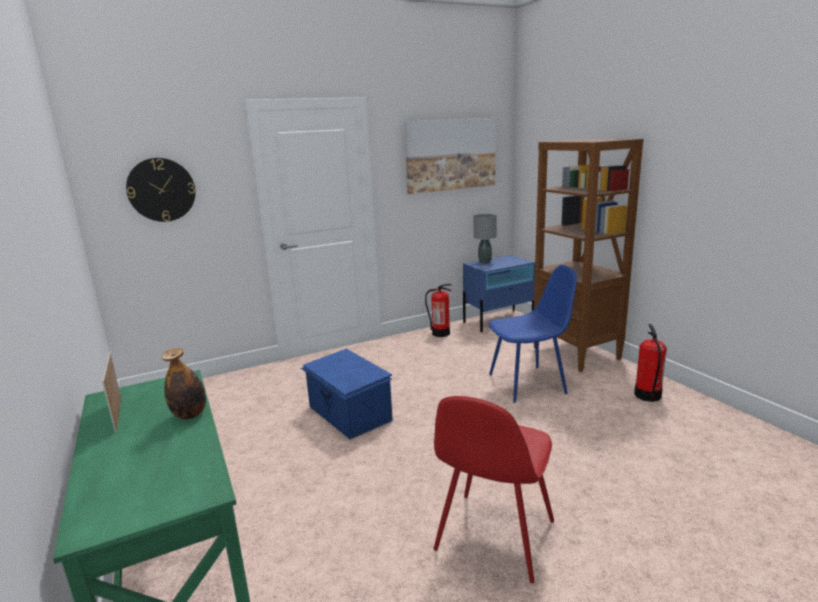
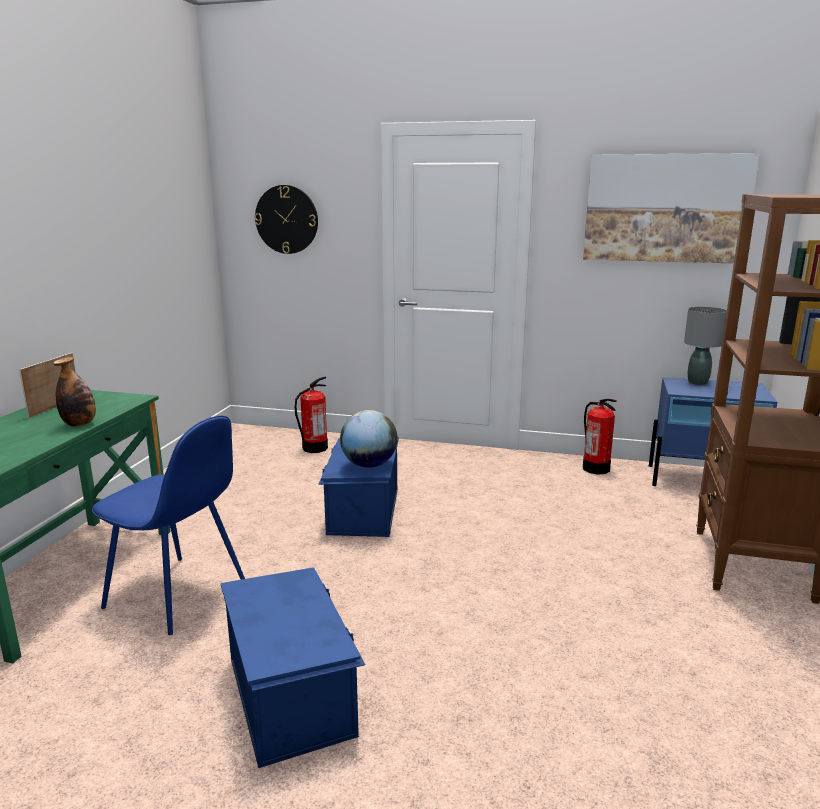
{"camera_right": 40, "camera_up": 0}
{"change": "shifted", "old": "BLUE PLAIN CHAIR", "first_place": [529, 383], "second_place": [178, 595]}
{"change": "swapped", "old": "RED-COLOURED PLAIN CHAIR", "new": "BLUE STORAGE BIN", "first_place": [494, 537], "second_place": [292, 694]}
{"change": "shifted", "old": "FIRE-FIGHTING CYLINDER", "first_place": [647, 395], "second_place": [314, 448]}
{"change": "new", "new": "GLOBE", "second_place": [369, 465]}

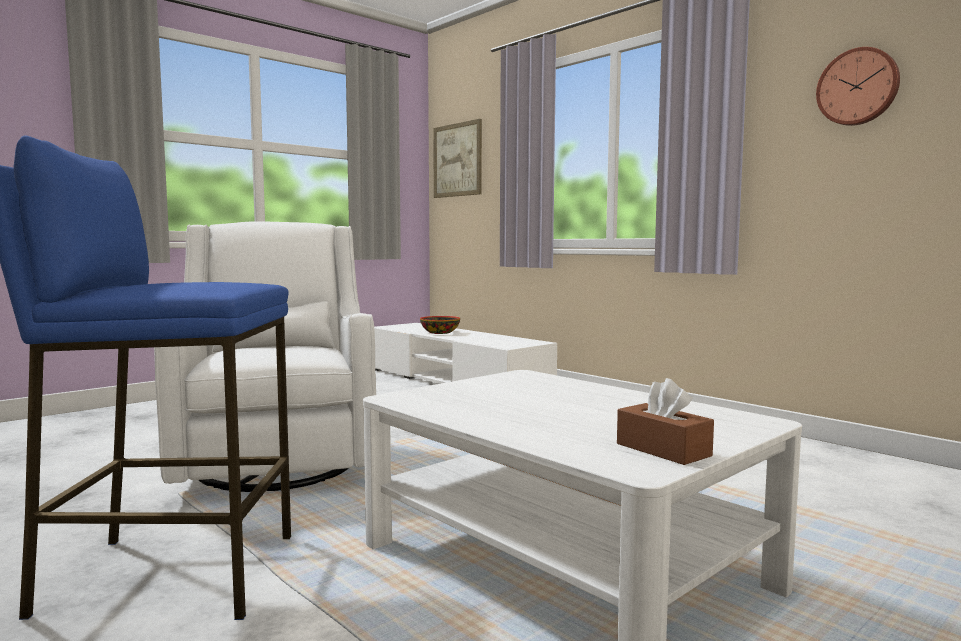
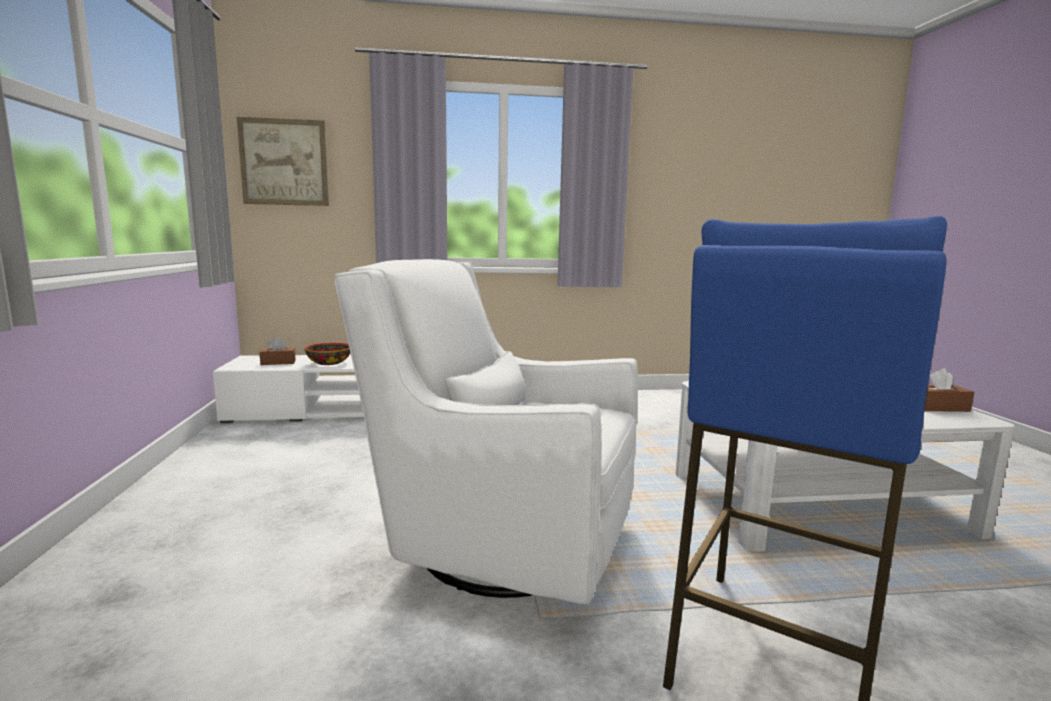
{"camera_right": -55, "camera_up": 5}
{"change": "new", "new": "BROWN-COLOURED TISSUE HOLDER", "second_place": [278, 362]}
{"change": "gone", "old": "HANGING CLOCK", "first_place": [858, 87]}

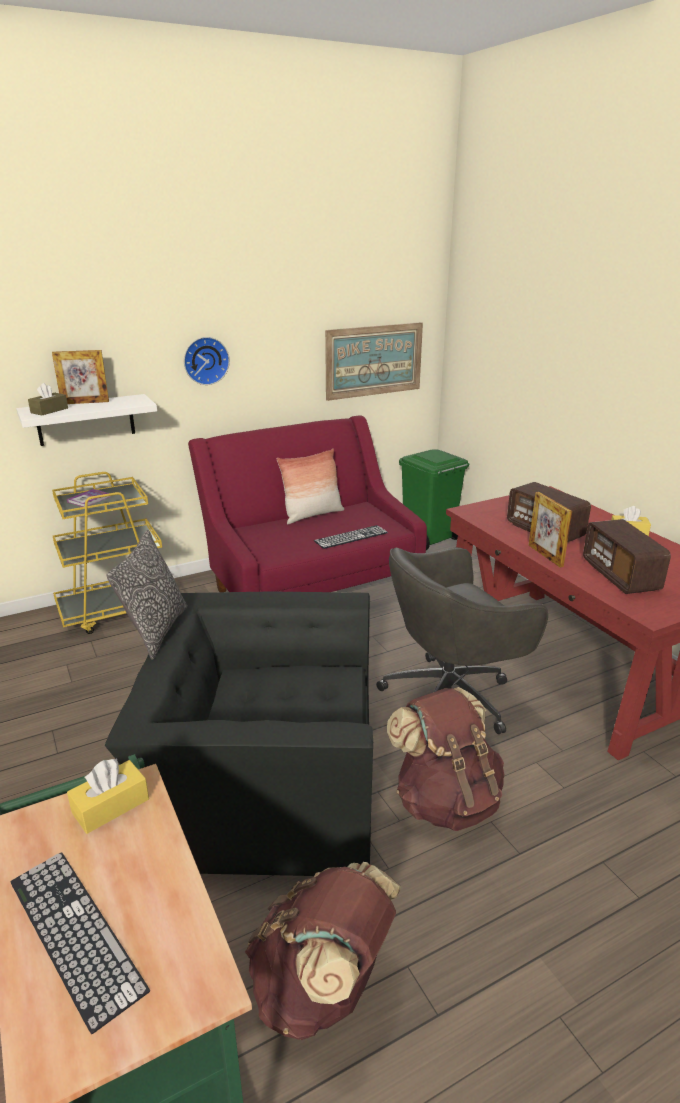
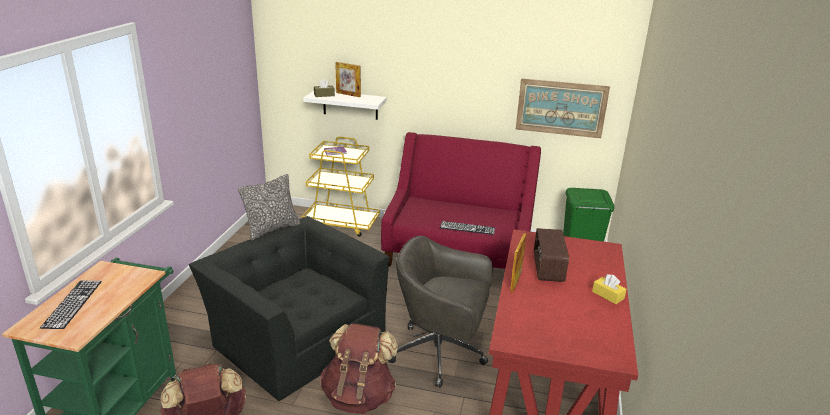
{"camera_right": 40, "camera_up": 0}
{"change": "gone", "old": "YELLOW TISSUE HOLDER", "first_place": [111, 806]}
{"change": "gone", "old": "HANGING CLOCK", "first_place": [205, 360]}
{"change": "gone", "old": "CUSHION", "first_place": [312, 515]}
{"change": "gone", "old": "RADIO RECEIVER", "first_place": [620, 576]}

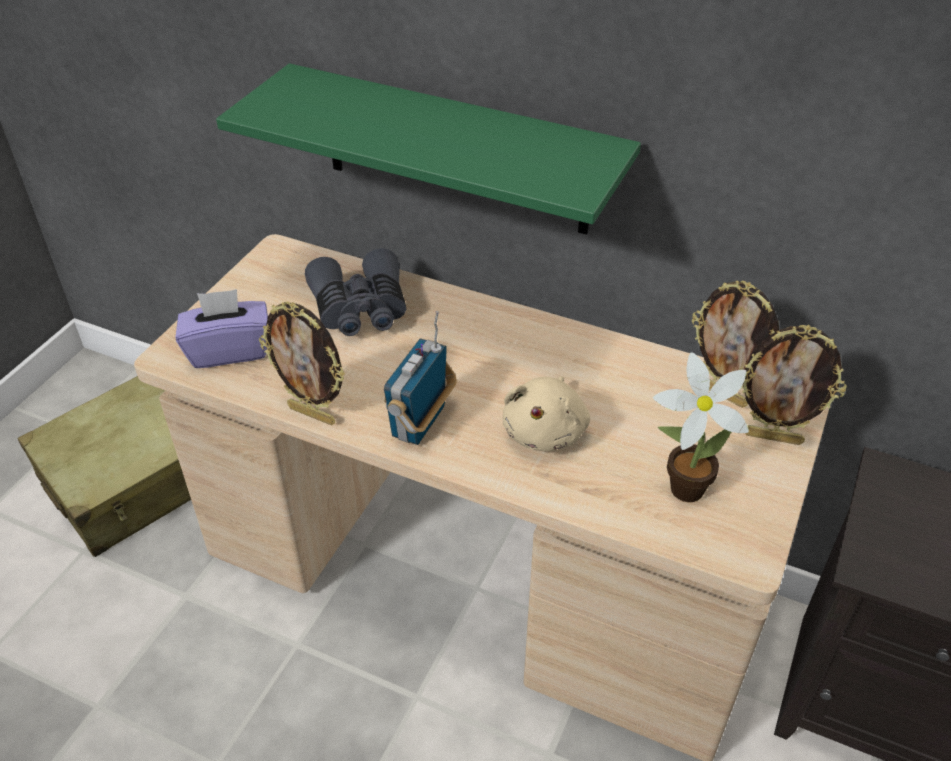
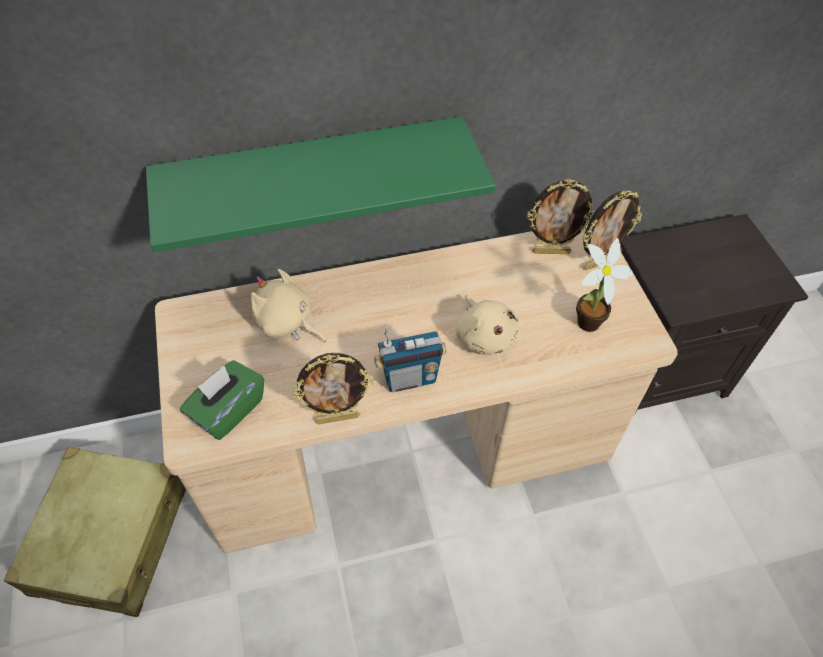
{"camera_right": -40, "camera_up": 10}
{"change": "repainted", "old": "PURPLISH TISSUE HOLDER", "new": "GREEN-COLOURED TISSUE HOLDER", "first_place": [229, 350], "second_place": [228, 410]}
{"change": "swapped", "old": "GREY BINOCULARS", "new": "BEIGE CUDDLY TOY", "first_place": [360, 309], "second_place": [287, 323]}
{"change": "rotated", "old": "RADIO RECEIVER", "first_place": [420, 422], "second_place": [409, 378], "degrees": -90}

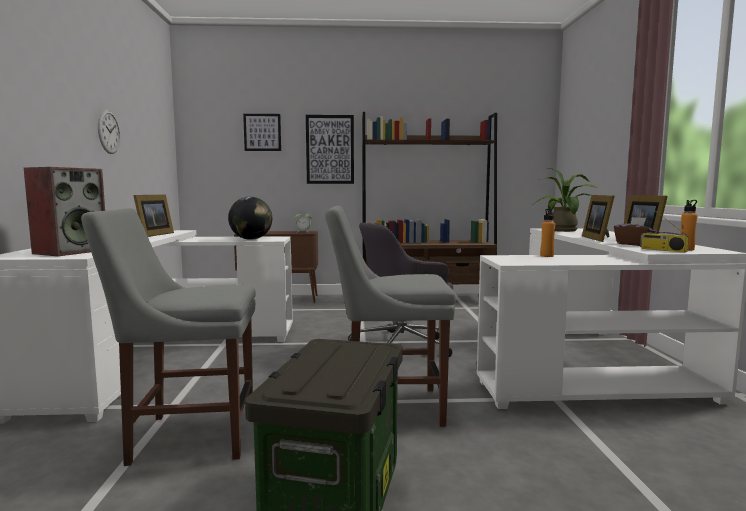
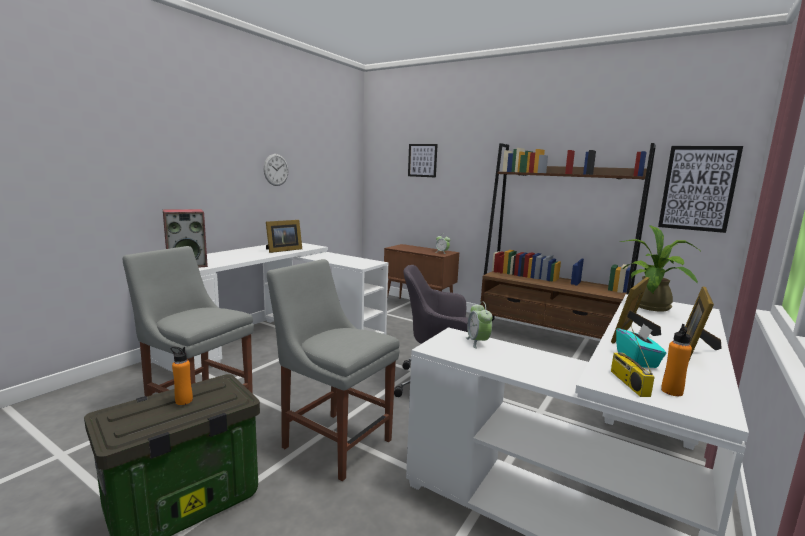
{"camera_right": 35, "camera_up": 5}
{"change": "shifted", "old": "ORANGE-COLOURED BEVERAGE BOTTLE", "first_place": [546, 256], "second_place": [184, 401]}
{"change": "new", "new": "BEDSIDE CLOCK", "second_place": [477, 342]}
{"change": "repainted", "old": "BROWN-COLOURED TISSUE HOLDER", "new": "TURQUOISE-COLOURED TISSUE HOLDER", "first_place": [635, 244], "second_place": [637, 360]}
{"change": "shifted", "old": "WALL ART", "first_place": [330, 149], "second_place": [698, 188]}
{"change": "gone", "old": "GLOBE", "first_place": [251, 239]}

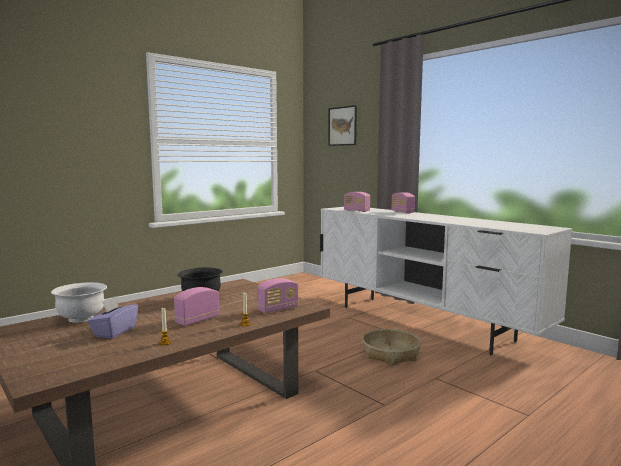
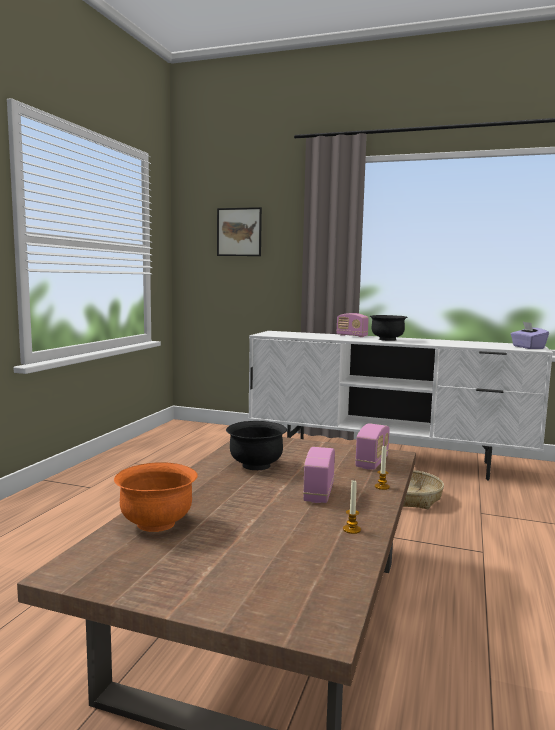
{"camera_right": -30, "camera_up": 0}
{"change": "repainted", "old": "WHITE-COLOURED BOWL", "new": "ORANGE-COLOURED BOWL", "first_place": [81, 318], "second_place": [157, 523]}
{"change": "new", "new": "BLACKISH BOWL", "second_place": [387, 339]}
{"change": "shifted", "old": "PURPLISH TISSUE HOLDER", "first_place": [114, 331], "second_place": [527, 347]}
{"change": "gone", "old": "RADIO RECEIVER", "first_place": [356, 211]}

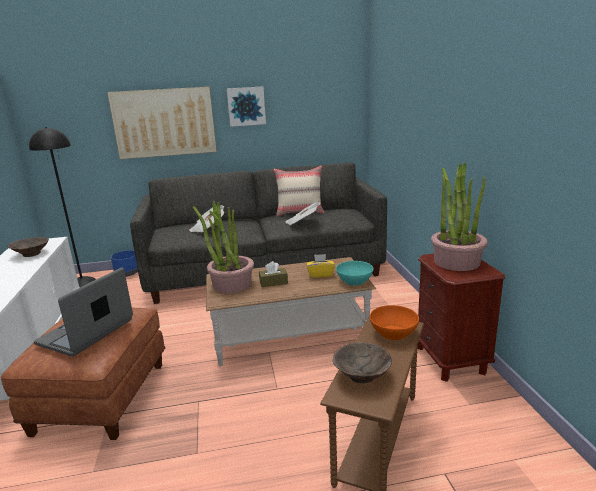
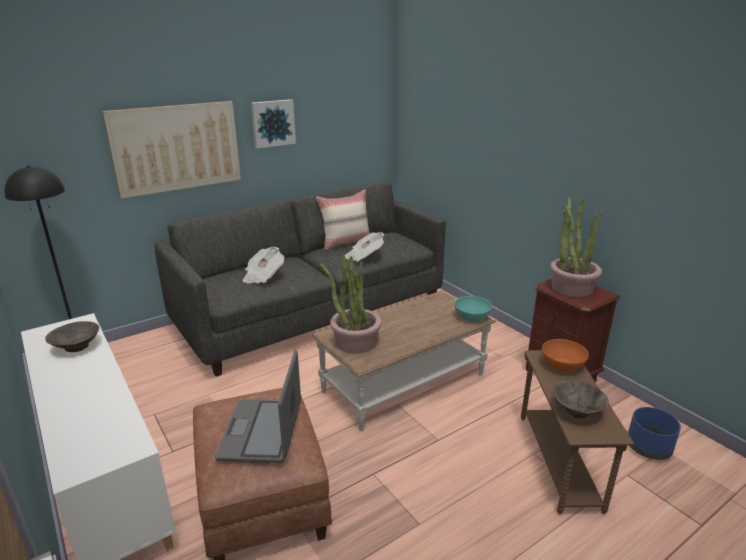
{"camera_right": -25, "camera_up": 5}
{"change": "shifted", "old": "BLUE PLANT POT", "first_place": [128, 273], "second_place": [648, 447]}
{"change": "gone", "old": "BROWN-COLOURED TISSUE HOLDER", "first_place": [273, 282]}
{"change": "gone", "old": "YELLOW TISSUE HOLDER", "first_place": [320, 274]}

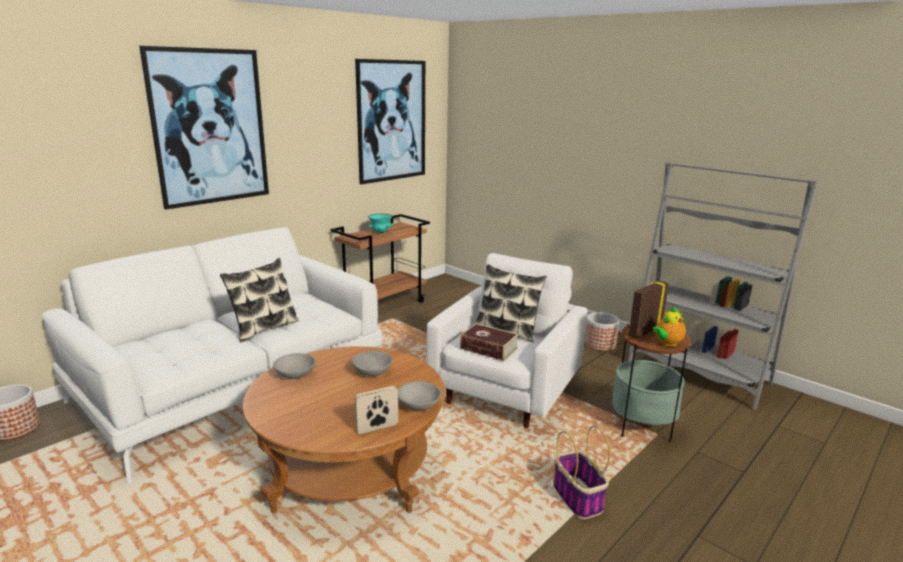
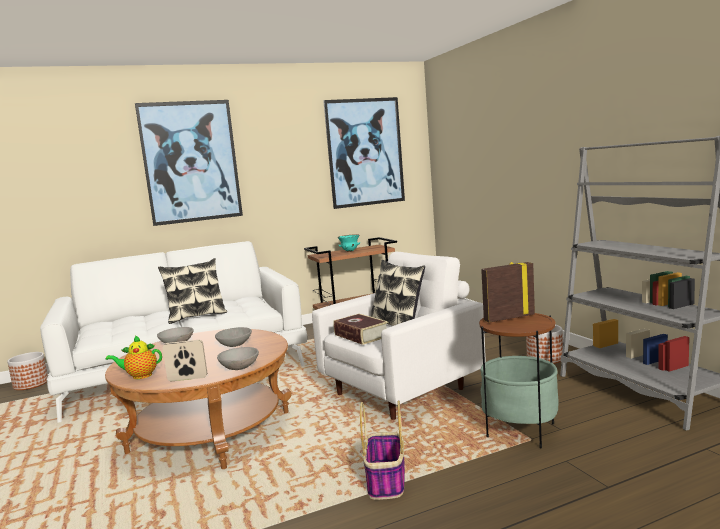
{"camera_right": 25, "camera_up": -10}
{"change": "shifted", "old": "TEA POT", "first_place": [667, 343], "second_place": [140, 376]}

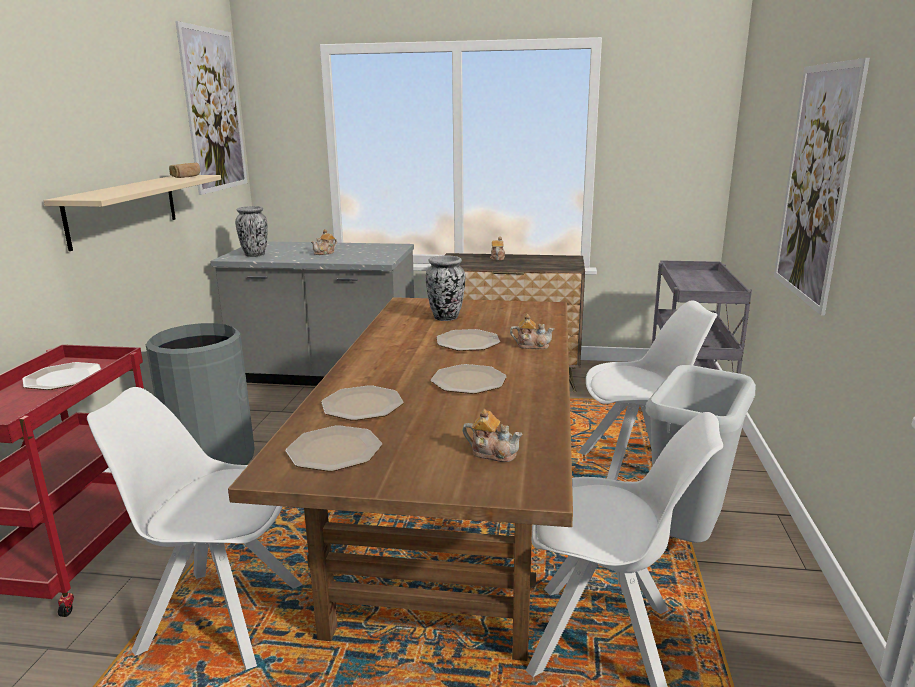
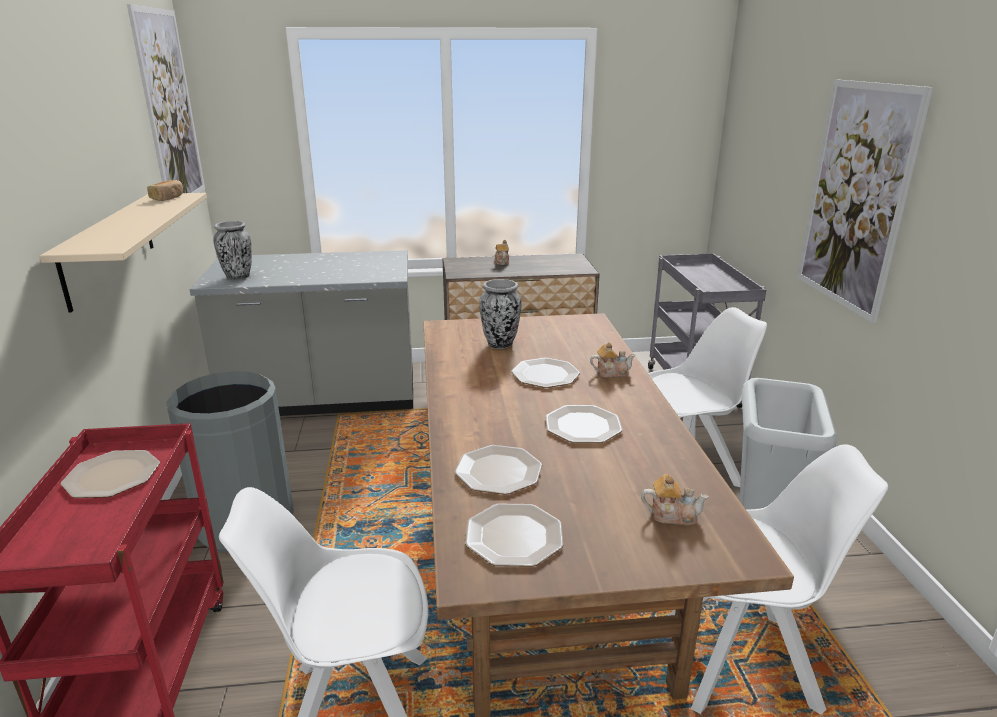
{"camera_right": -15, "camera_up": 5}
{"change": "gone", "old": "TEA POT", "first_place": [325, 253]}

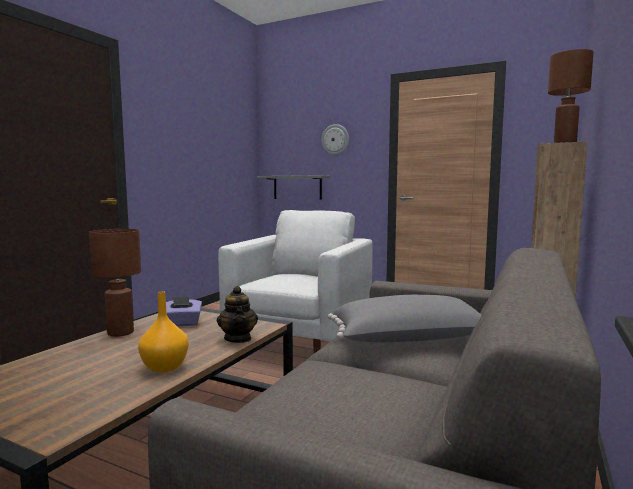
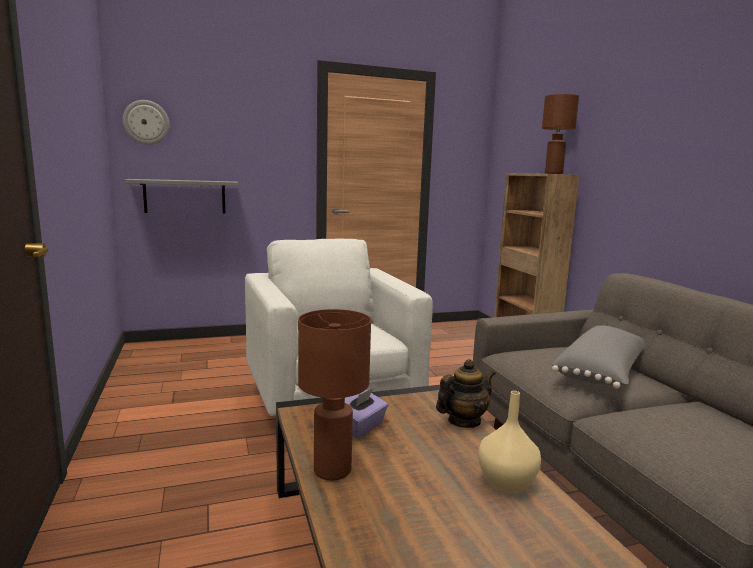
{"camera_right": -45, "camera_up": 5}
{"change": "shifted", "old": "HANGING CLOCK", "first_place": [335, 139], "second_place": [146, 122]}
{"change": "rotated", "old": "TEA POT", "first_place": [238, 338], "second_place": [463, 421], "degrees": -60}
{"change": "repainted", "old": "ORANGE-COLOURED VASE", "new": "BEIGE VASE", "first_place": [163, 367], "second_place": [505, 484]}

